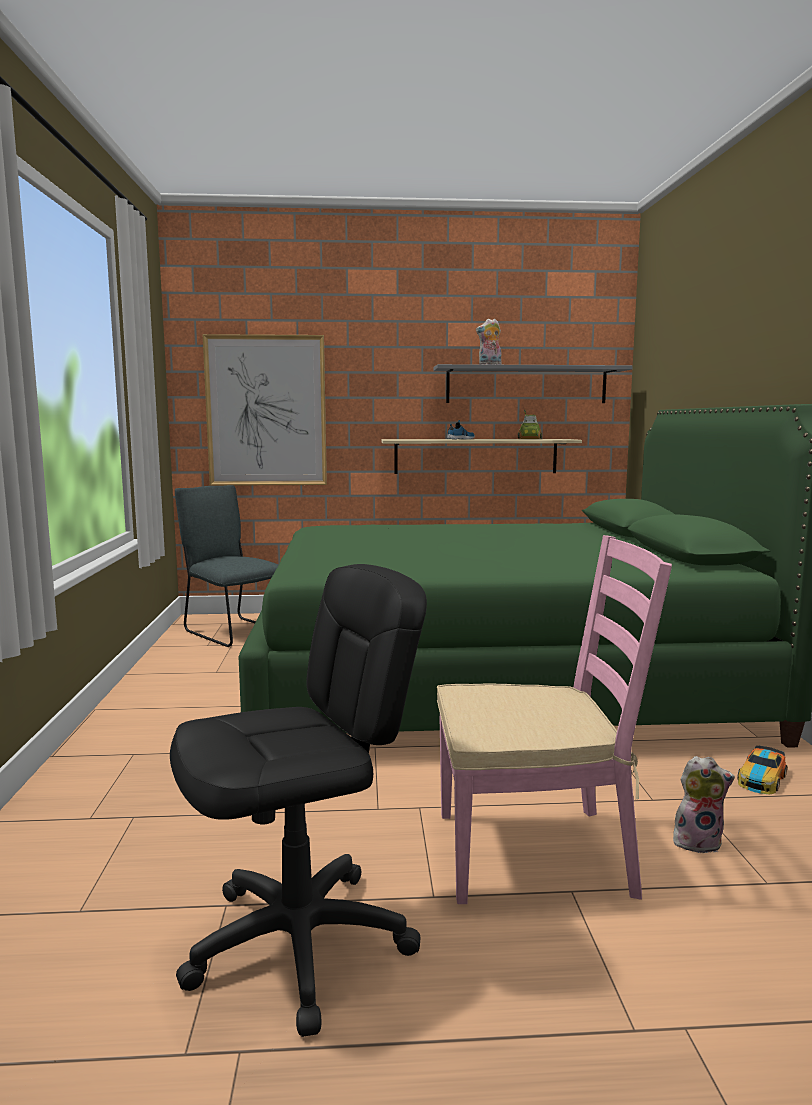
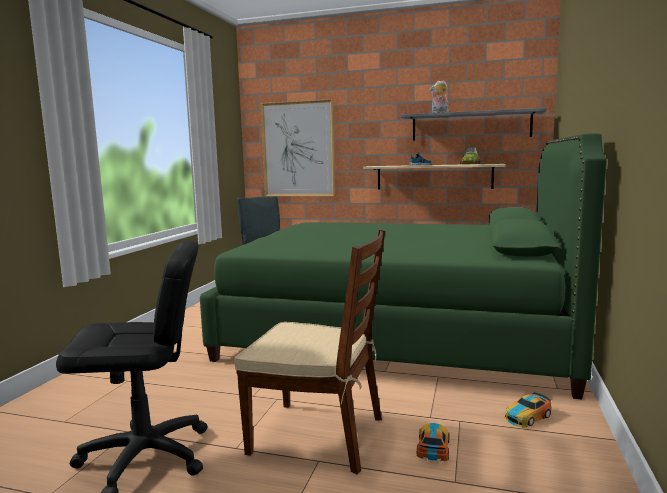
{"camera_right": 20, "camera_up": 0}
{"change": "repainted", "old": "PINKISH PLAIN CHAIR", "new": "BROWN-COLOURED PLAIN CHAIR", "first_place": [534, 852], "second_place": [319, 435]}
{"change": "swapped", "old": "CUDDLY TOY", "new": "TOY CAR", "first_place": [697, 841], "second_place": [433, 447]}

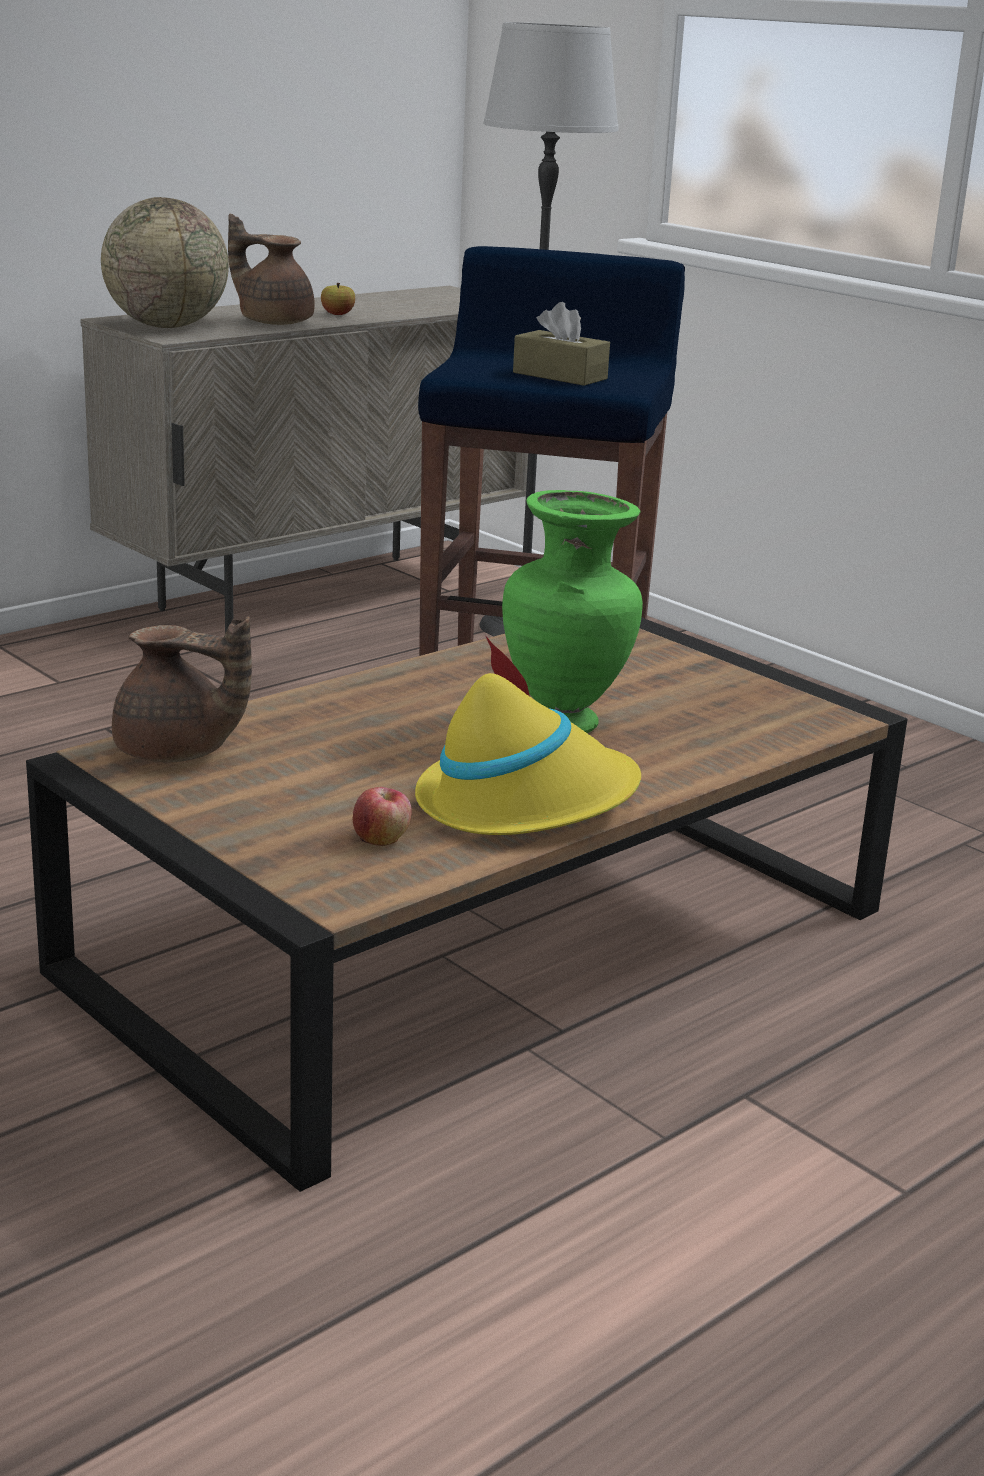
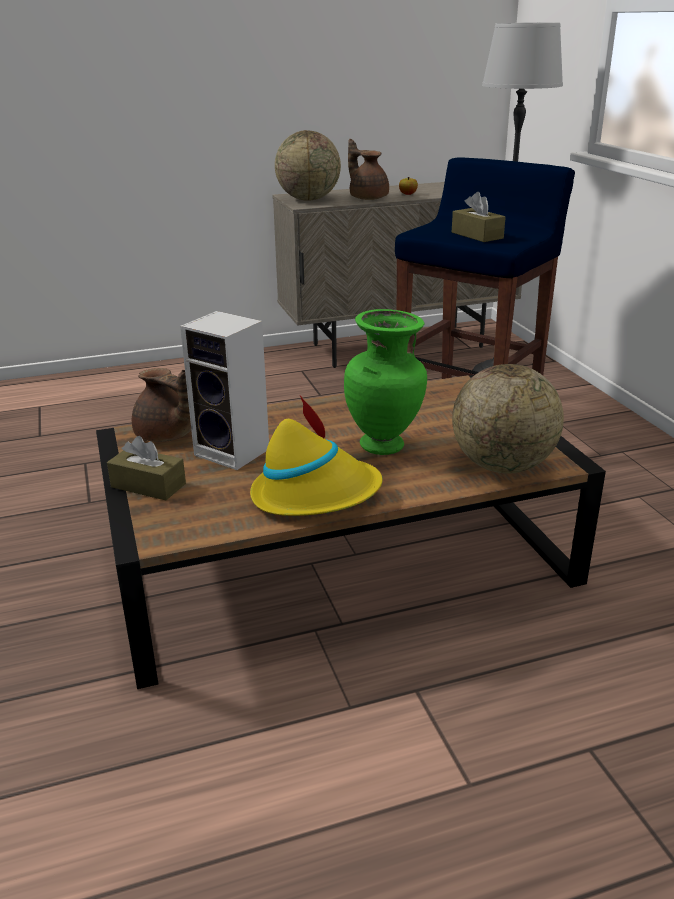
{"camera_right": 25, "camera_up": 5}
{"change": "new", "new": "BROWN-COLOURED TISSUE HOLDER", "second_place": [148, 485]}
{"change": "new", "new": "AUDIO SPEAKER", "second_place": [235, 452]}
{"change": "new", "new": "GLOBE", "second_place": [502, 466]}
{"change": "gone", "old": "APPLE FRUIT", "first_place": [381, 838]}

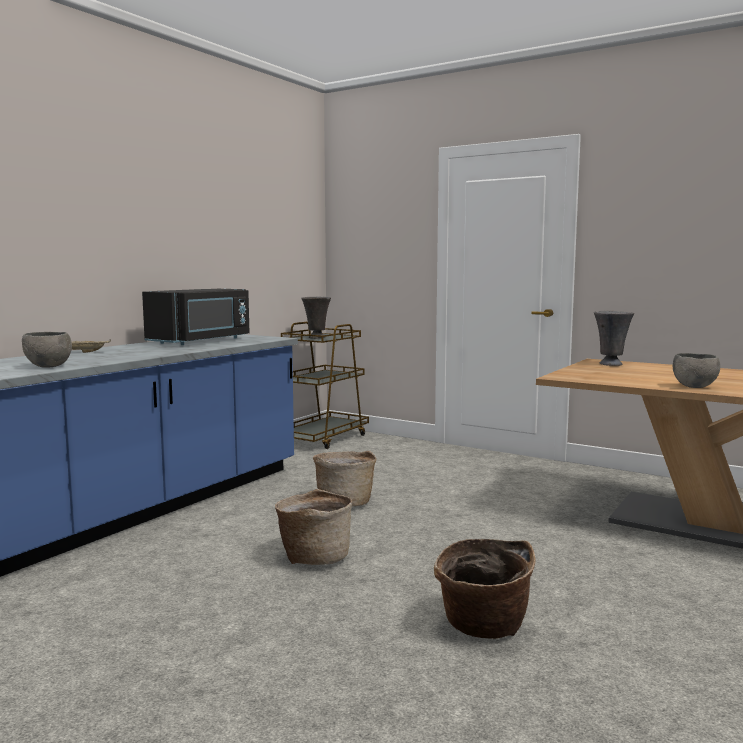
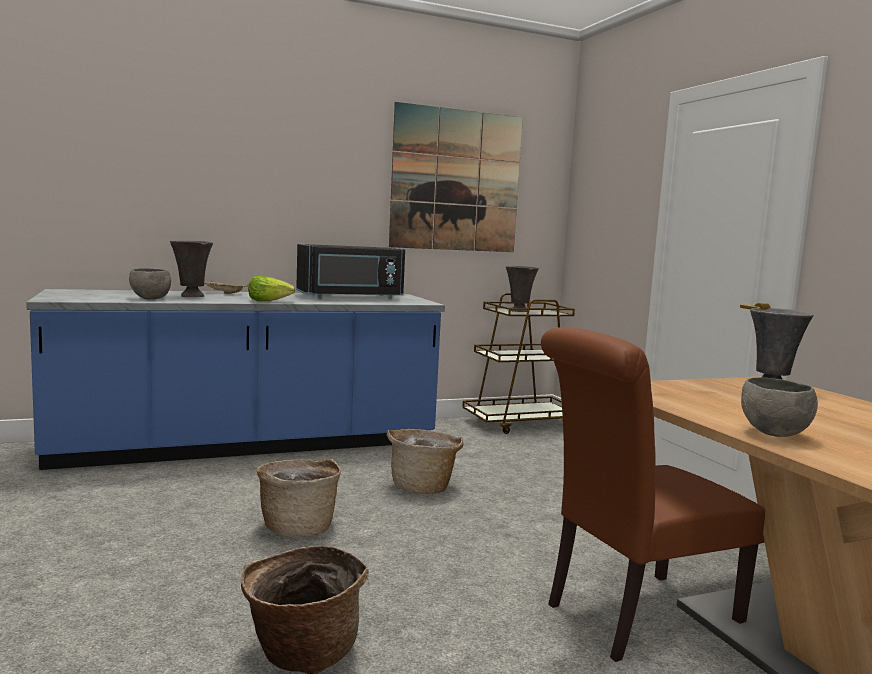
{"camera_right": 35, "camera_up": 0}
{"change": "new", "new": "GREY VASE", "second_place": [191, 296]}
{"change": "new", "new": "HEAD OF LETTUCE", "second_place": [269, 301]}
{"change": "new", "new": "WALL ART", "second_place": [456, 181]}
{"change": "new", "new": "BROWN-COLOURED PLAIN CHAIR", "second_place": [632, 617]}

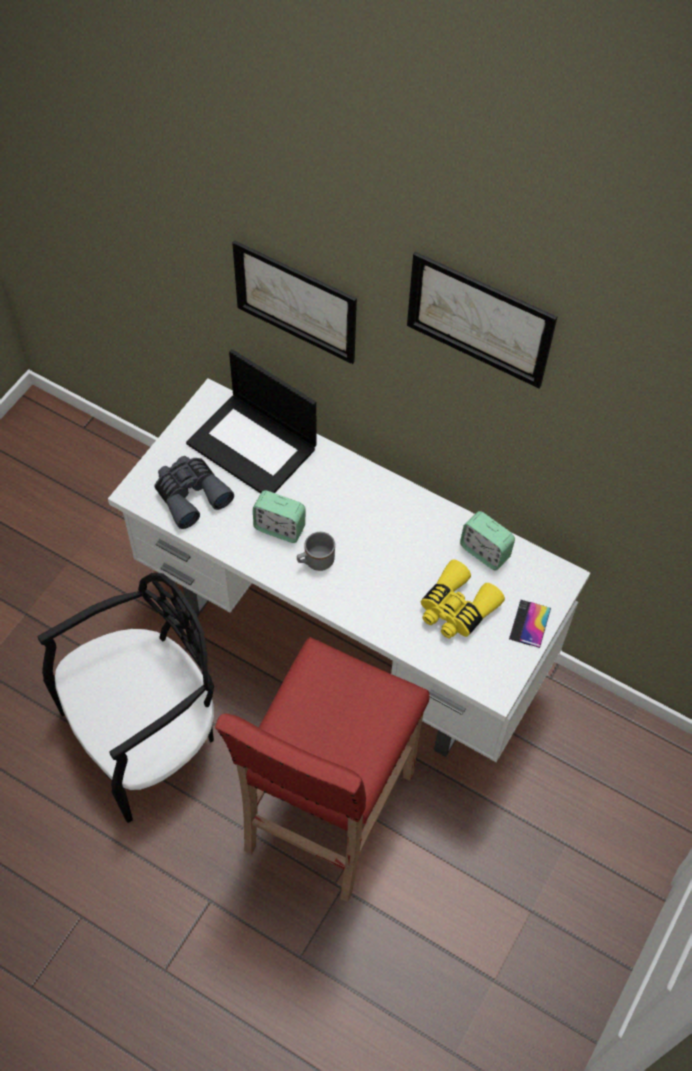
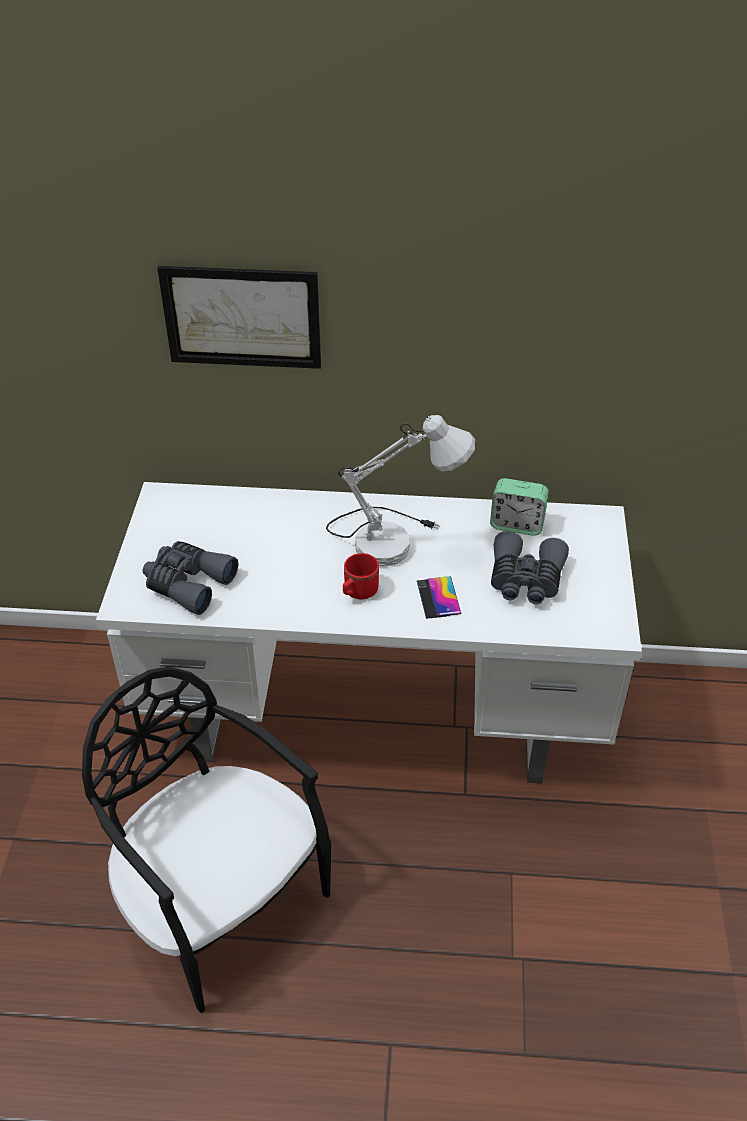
{"camera_right": -25, "camera_up": -15}
{"change": "rotated", "old": "BLACKISH PLAIN CHAIR", "first_place": [146, 736], "second_place": [220, 903], "degrees": -75}
{"change": "new", "new": "WHITE-COLOURED LAMP FOR A TABLE", "second_place": [393, 538]}
{"change": "repainted", "old": "GREY MUG", "new": "RED-COLOURED MUG", "first_place": [315, 561], "second_place": [358, 592]}
{"change": "shifted", "old": "HANDSET", "first_place": [530, 623], "second_place": [438, 597]}
{"change": "repainted", "old": "YELLOW BINOCULARS", "new": "GREY BINOCULARS", "first_place": [456, 609], "second_place": [525, 580]}
{"change": "gone", "old": "PORTABLE COMPUTER", "first_place": [254, 446]}
{"change": "gone", "old": "RED-COLOURED SITTING STOOL", "first_place": [327, 815]}
{"change": "gone", "old": "BEDSIDE CLOCK", "first_place": [279, 528]}
{"change": "gone", "old": "WALL ART", "first_place": [479, 319]}

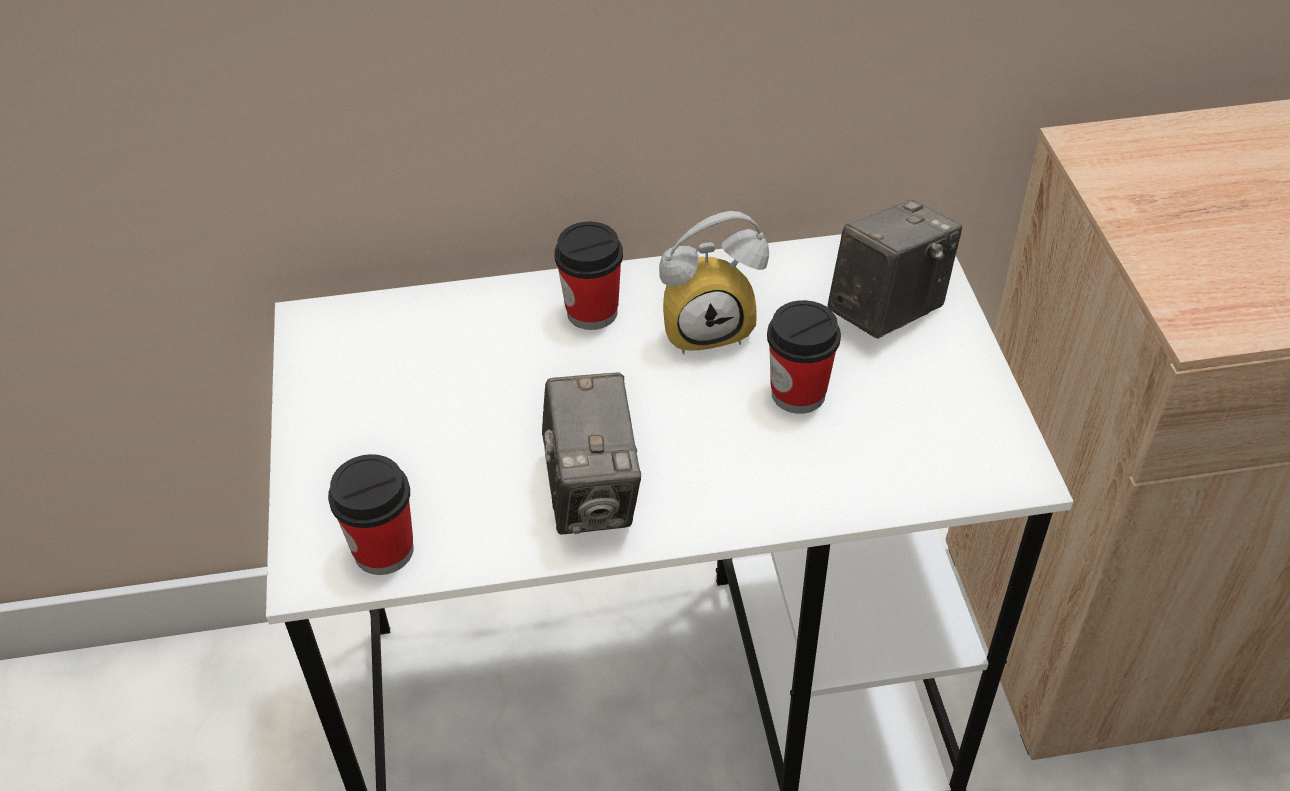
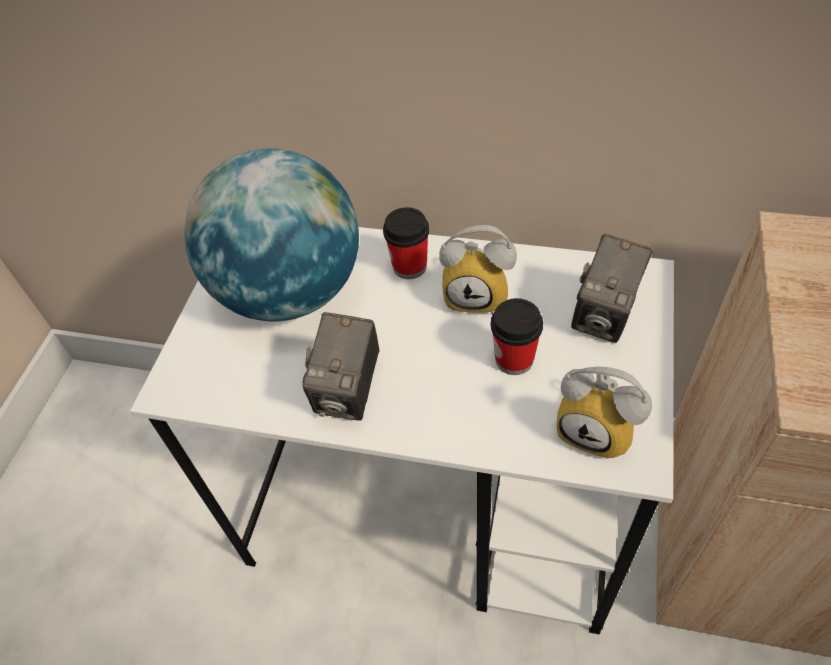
{"camera_right": 25, "camera_up": 5}
{"change": "new", "new": "GLOBE", "second_place": [290, 291]}
{"change": "new", "new": "BEDSIDE CLOCK", "second_place": [598, 430]}
{"change": "rotated", "old": "PHOTO CAMERA", "first_place": [887, 310], "second_place": [604, 315], "degrees": 135}
{"change": "gone", "old": "SMALL CUP", "first_place": [384, 550]}

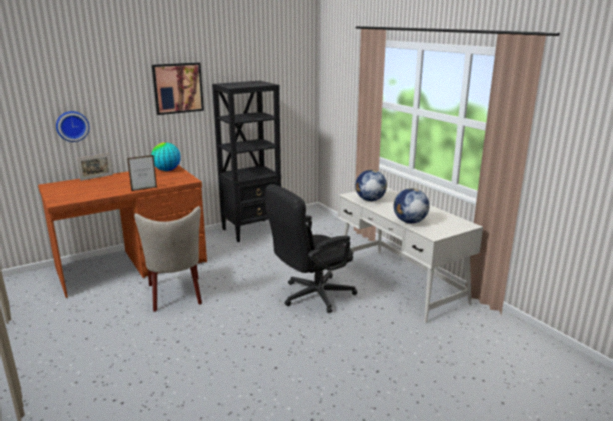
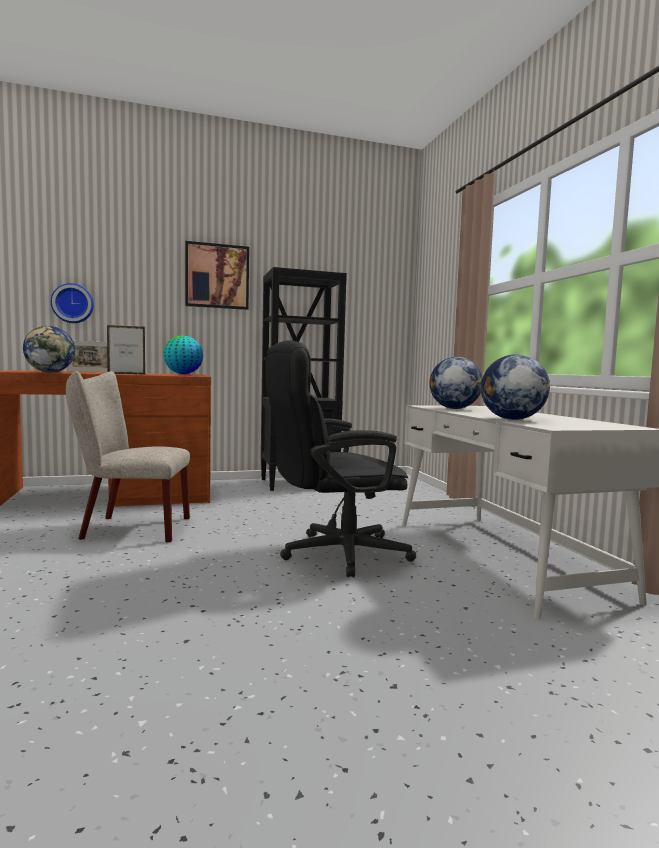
{"camera_right": 15, "camera_up": -15}
{"change": "new", "new": "GLOBE", "second_place": [50, 372]}
{"change": "rotated", "old": "BEIGE PLAIN CHAIR", "first_place": [176, 296], "second_place": [129, 528], "degrees": 90}

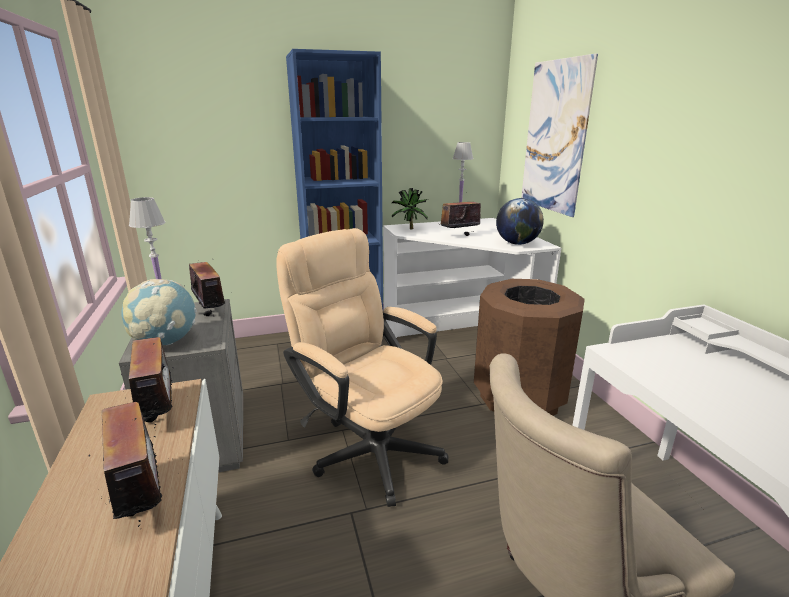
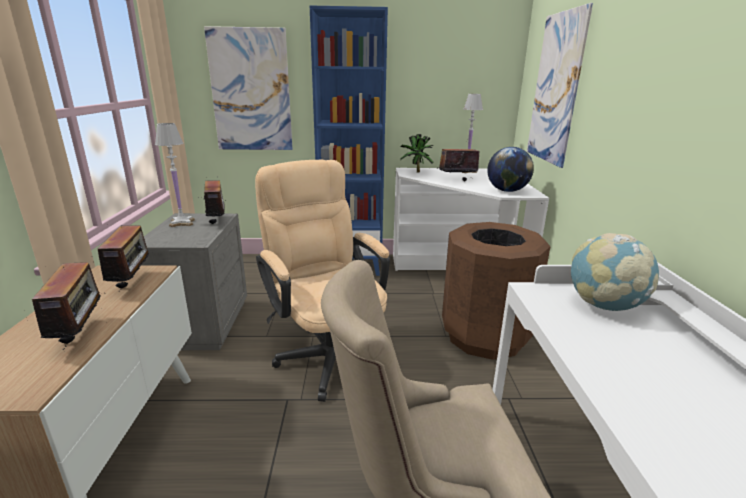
{"camera_right": 15, "camera_up": 0}
{"change": "new", "new": "WALL ART", "second_place": [250, 91]}
{"change": "shifted", "old": "GLOBE", "first_place": [166, 342], "second_place": [604, 306]}

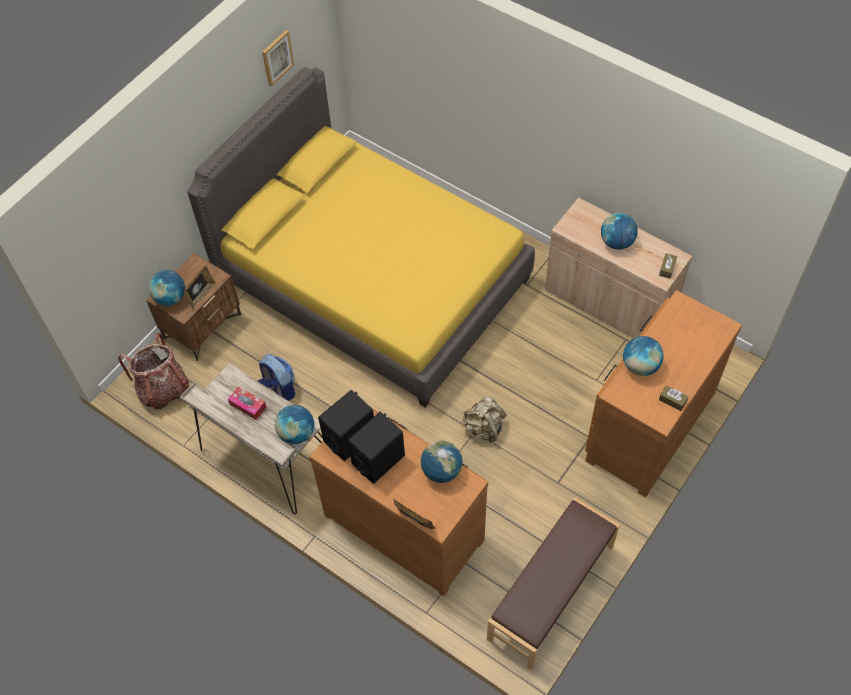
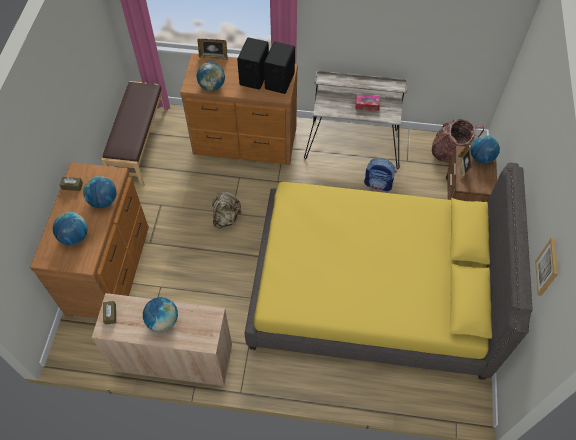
{"camera_right": 150, "camera_up": 0}
{"change": "shifted", "old": "GLOBE", "first_place": [296, 433], "second_place": [74, 237]}

